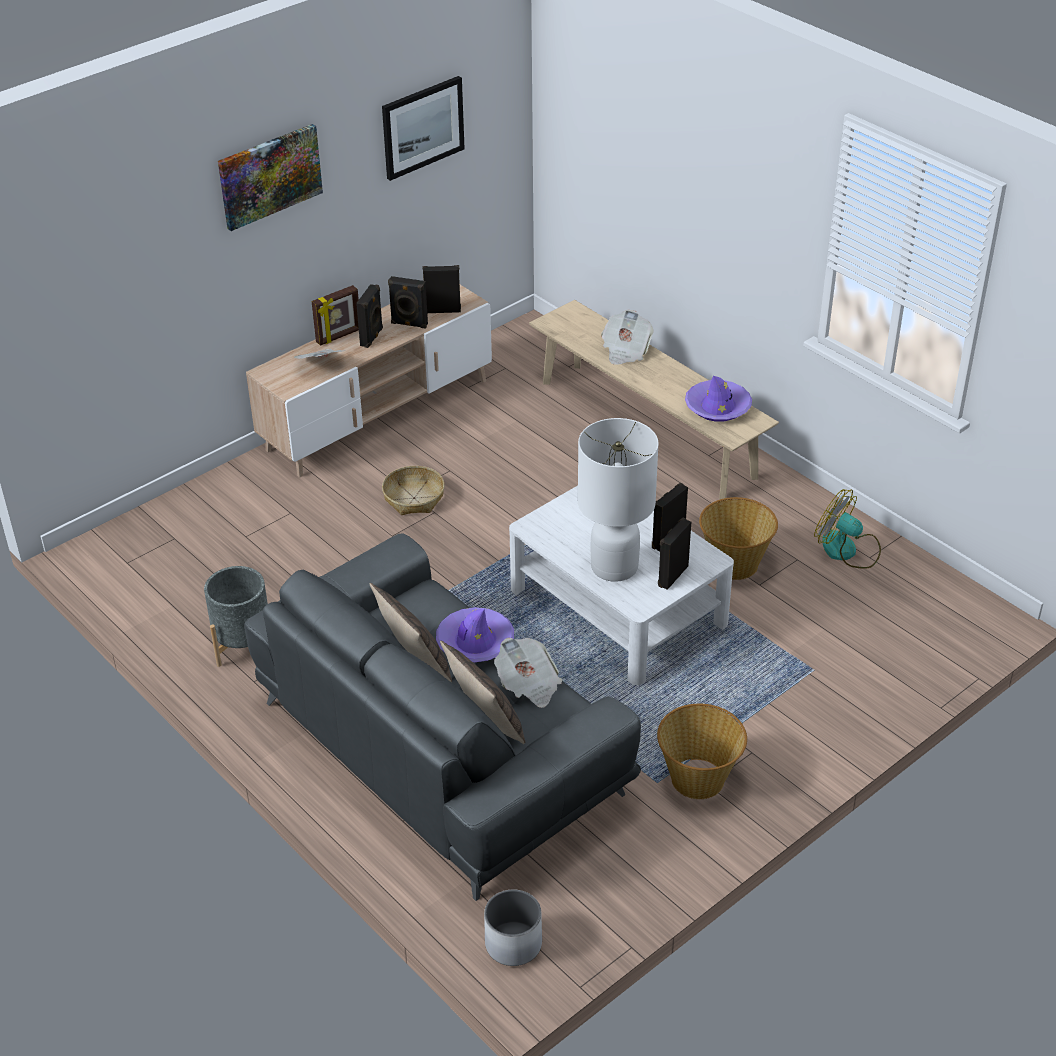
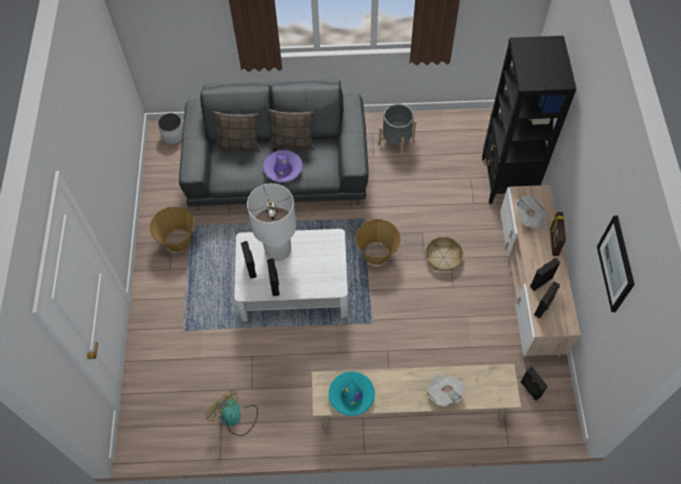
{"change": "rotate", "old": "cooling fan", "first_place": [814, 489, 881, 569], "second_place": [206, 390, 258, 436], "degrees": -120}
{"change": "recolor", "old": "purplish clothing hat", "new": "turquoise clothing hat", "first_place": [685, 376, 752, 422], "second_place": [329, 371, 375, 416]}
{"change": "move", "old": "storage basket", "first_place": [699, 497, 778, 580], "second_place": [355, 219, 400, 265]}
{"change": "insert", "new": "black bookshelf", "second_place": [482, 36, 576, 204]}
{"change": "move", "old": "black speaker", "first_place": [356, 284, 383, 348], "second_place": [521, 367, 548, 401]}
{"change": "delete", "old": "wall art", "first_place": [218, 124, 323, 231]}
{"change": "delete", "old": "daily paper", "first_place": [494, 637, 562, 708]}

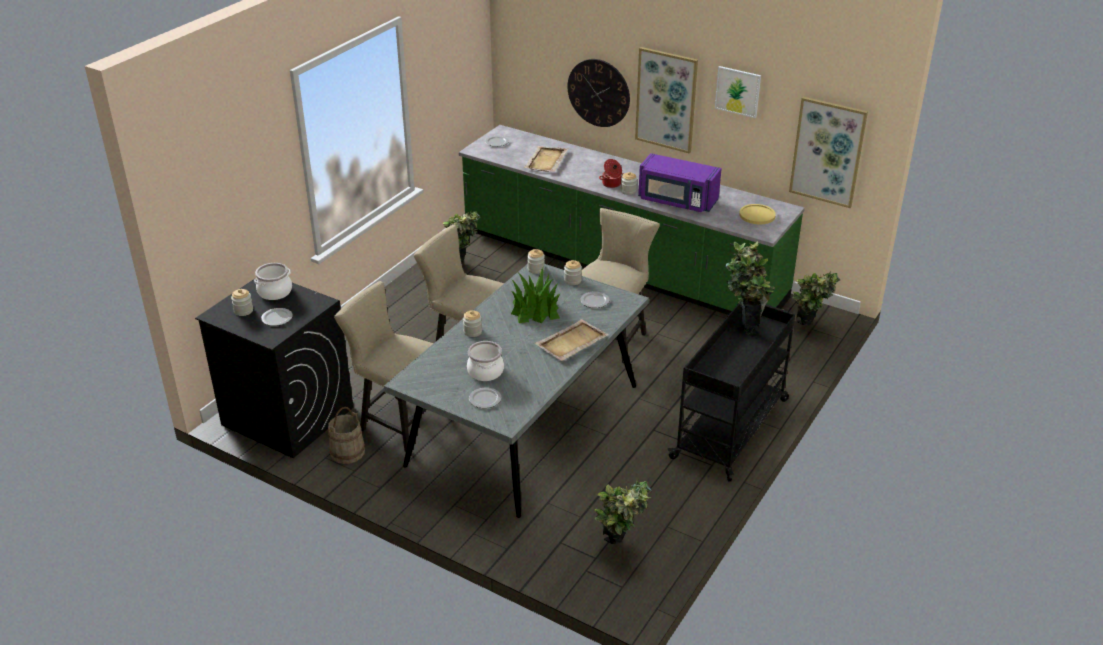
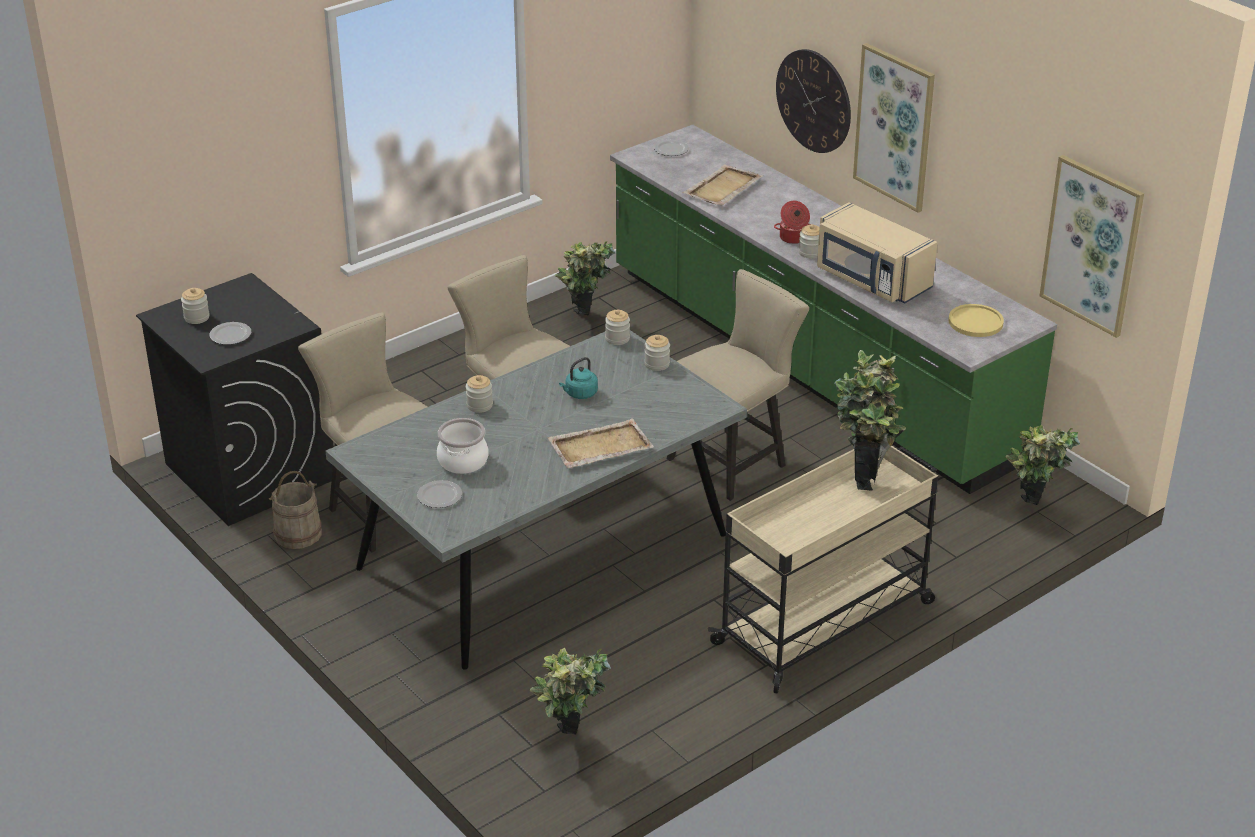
{"change": "replace", "old": "potted plant", "new": "turquoise kettle", "first_place": [511, 268, 561, 323], "second_place": [559, 357, 598, 399]}
{"change": "recolor", "old": "black wheeled cart", "new": "sand-coloured wheeled cart", "first_place": [668, 304, 795, 482], "second_place": [708, 446, 938, 694]}
{"change": "recolor", "old": "purplish microwave", "new": "sand-coloured microwave", "first_place": [638, 153, 722, 212], "second_place": [817, 202, 937, 304]}
{"change": "delete", "old": "stockpot", "first_place": [254, 263, 292, 300]}
{"change": "delete", "old": "dinner plate", "first_place": [580, 291, 609, 308]}
{"change": "delete", "old": "wall art", "first_place": [715, 66, 761, 118]}

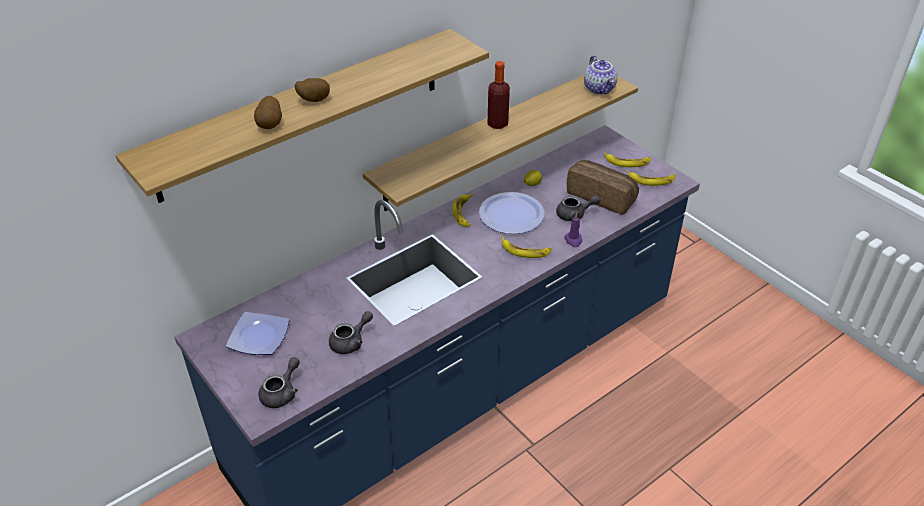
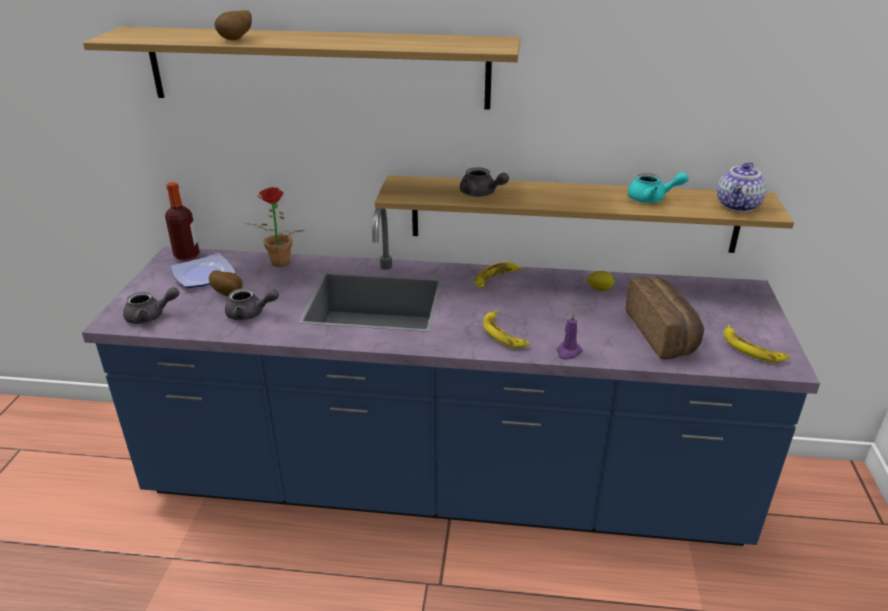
{"change": "move", "old": "bottle", "first_place": [488, 61, 510, 129], "second_place": [165, 182, 199, 261]}
{"change": "move", "old": "potato", "first_place": [294, 78, 330, 102], "second_place": [209, 270, 243, 296]}
{"change": "insert", "new": "potted plant", "second_place": [244, 187, 304, 267]}
{"change": "move", "old": "grey teapot", "first_place": [556, 195, 601, 221], "second_place": [460, 167, 509, 197]}
{"change": "insert", "new": "turquoise teapot", "second_place": [628, 172, 689, 203]}
{"change": "delete", "old": "dinner plate", "first_place": [479, 192, 545, 234]}
{"change": "delete", "old": "whole banana", "first_place": [604, 152, 651, 167]}

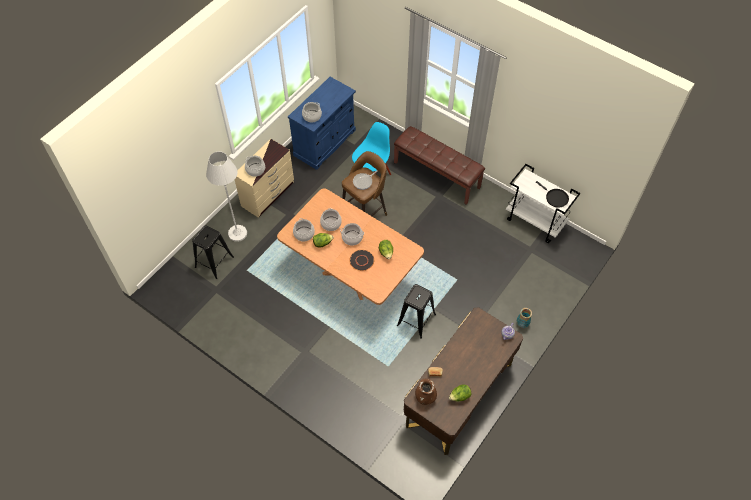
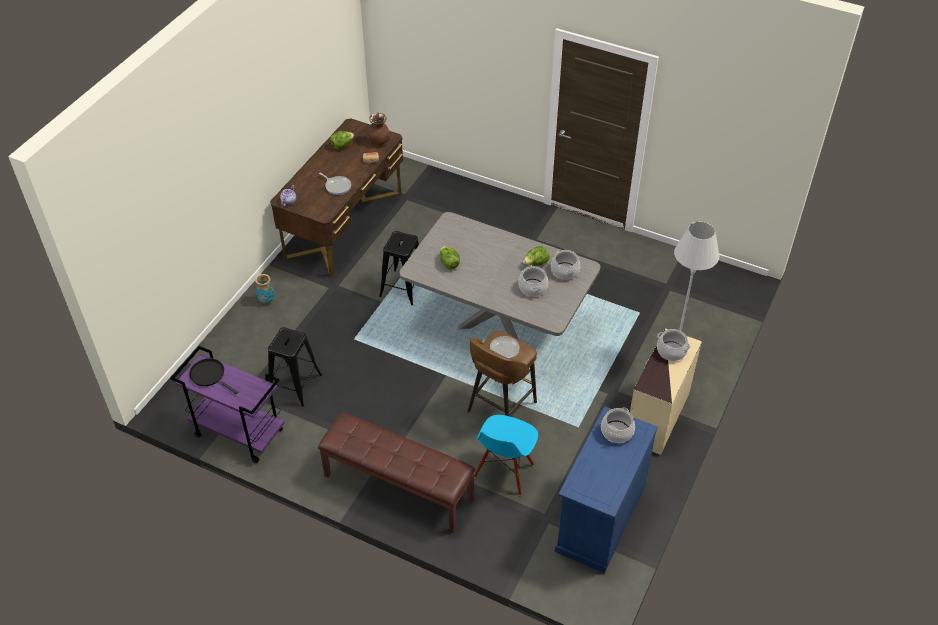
{"change": "recolor", "old": "whitish wheeled cart", "new": "purplish wheeled cart", "first_place": [506, 164, 580, 243], "second_place": [170, 346, 285, 463]}
{"change": "move", "old": "black stool seat", "first_place": [192, 226, 234, 279], "second_place": [268, 327, 322, 407]}
{"change": "insert", "new": "skillet", "second_place": [319, 173, 351, 195]}
{"change": "recolor", "old": "brown-coloured kitchen table", "new": "grey kitchen table", "first_place": [277, 188, 424, 305], "second_place": [399, 212, 600, 339]}
{"change": "delete", "old": "stockpot", "first_place": [340, 223, 364, 246]}
{"change": "delete", "old": "black dinner plate", "first_place": [349, 250, 374, 271]}

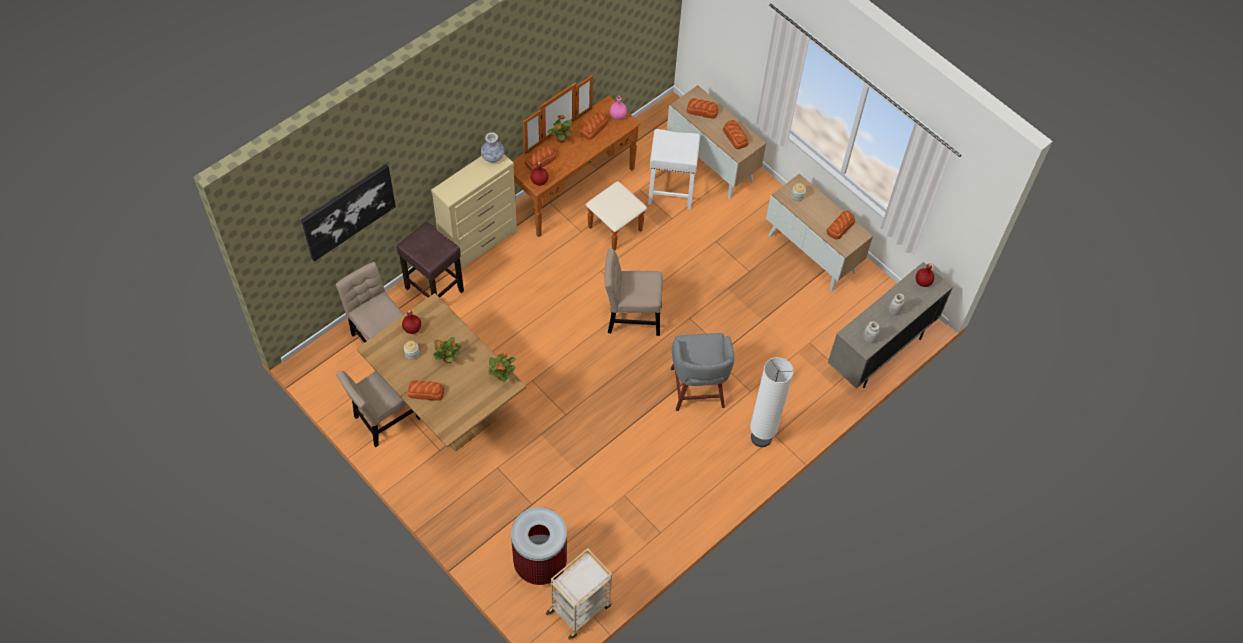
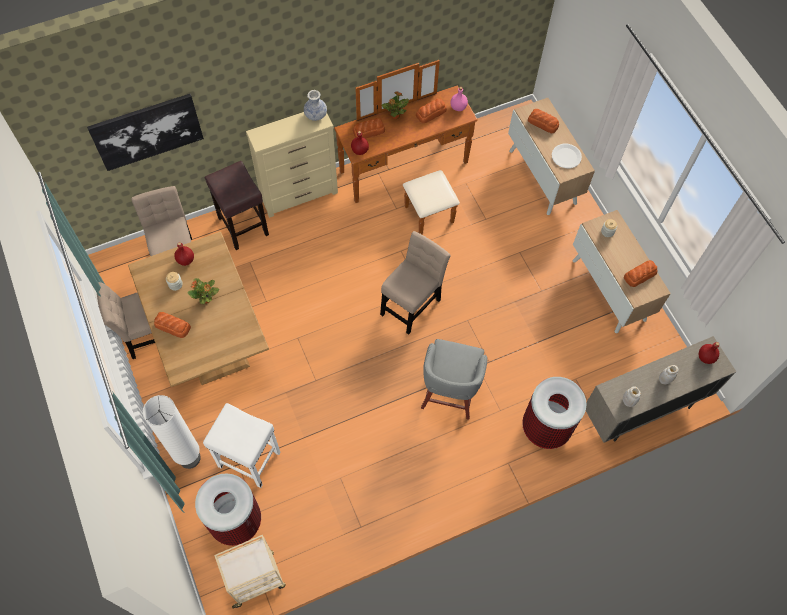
{"change": "move", "old": "whitish floor lamp", "first_place": [750, 357, 794, 447], "second_place": [143, 395, 201, 469]}
{"change": "move", "old": "whitish stool seat", "first_place": [648, 129, 700, 209], "second_place": [203, 403, 280, 488]}
{"change": "rotate", "old": "sand-coloured upright chair", "first_place": [604, 248, 663, 336], "second_place": [380, 231, 451, 335], "degrees": 105}
{"change": "insert", "new": "rubbish bin", "second_place": [522, 377, 587, 449]}
{"change": "replace", "old": "bakery bread", "new": "whitish dinner plate", "first_place": [723, 120, 748, 149], "second_place": [552, 144, 582, 168]}
{"change": "delete", "old": "potted plant", "first_place": [488, 353, 516, 382]}

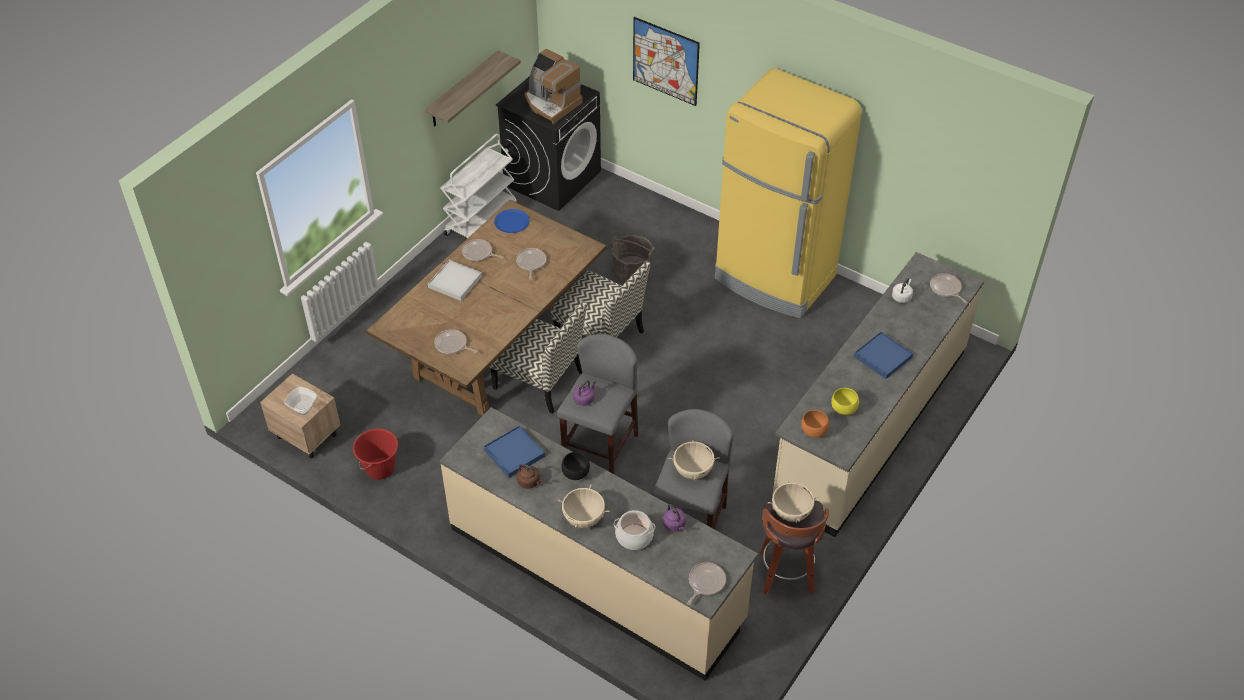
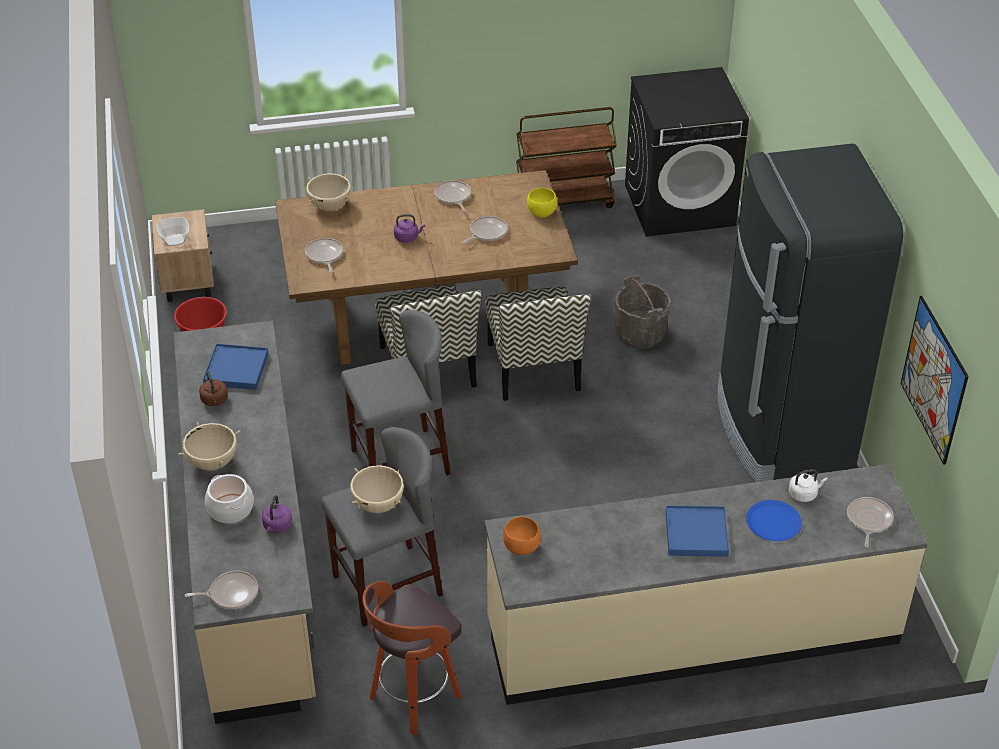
{"change": "move", "old": "sand-coloured stockpot", "first_place": [768, 479, 819, 523], "second_place": [306, 174, 351, 211]}
{"change": "move", "old": "purplish kettle", "first_place": [573, 381, 596, 406], "second_place": [394, 214, 425, 243]}
{"change": "recolor", "old": "whitish wheeled cart", "new": "brown-coloured wheeled cart", "first_place": [441, 134, 516, 238], "second_place": [516, 107, 617, 208]}
{"change": "move", "old": "yellow deep dish", "first_place": [831, 388, 859, 415], "second_place": [527, 188, 557, 218]}
{"change": "recolor", "old": "yellow fridge", "new": "black fridge", "first_place": [715, 68, 862, 318], "second_place": [718, 143, 903, 482]}
{"change": "move", "old": "blue dinner plate", "first_place": [494, 209, 530, 233], "second_place": [746, 500, 802, 541]}
{"change": "move", "old": "wall art", "first_place": [633, 17, 700, 106], "second_place": [900, 296, 969, 465]}
{"change": "delete", "old": "bracket shelf", "first_place": [425, 51, 521, 127]}
{"change": "delete", "old": "whitish serving tray", "first_place": [428, 260, 482, 301]}
{"change": "delete", "old": "coffee brewer", "first_place": [525, 49, 583, 124]}
{"change": "delete", "old": "black deep dish", "first_place": [561, 452, 590, 480]}

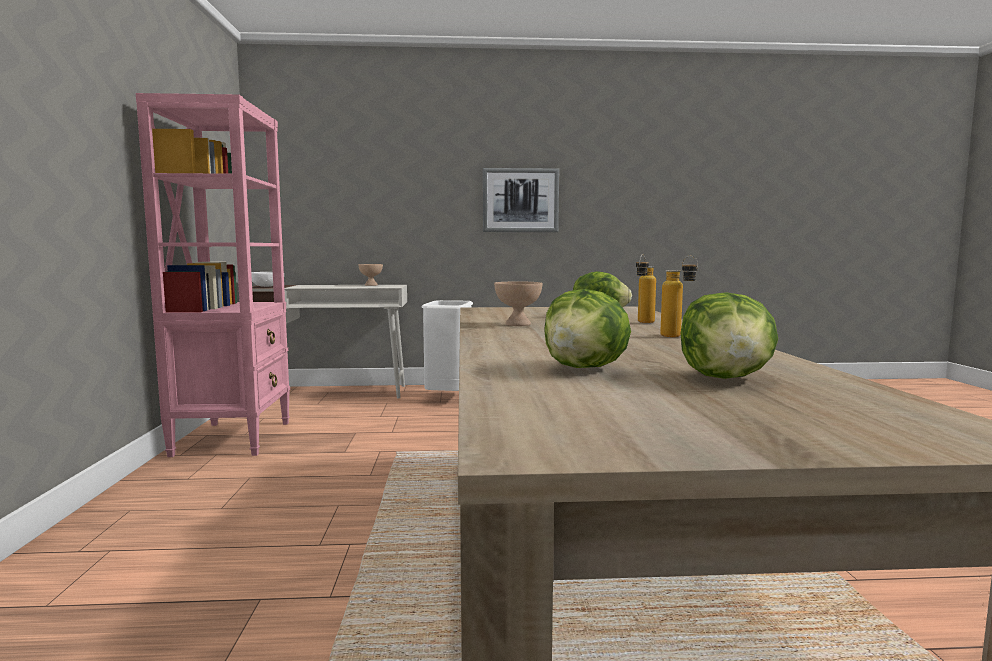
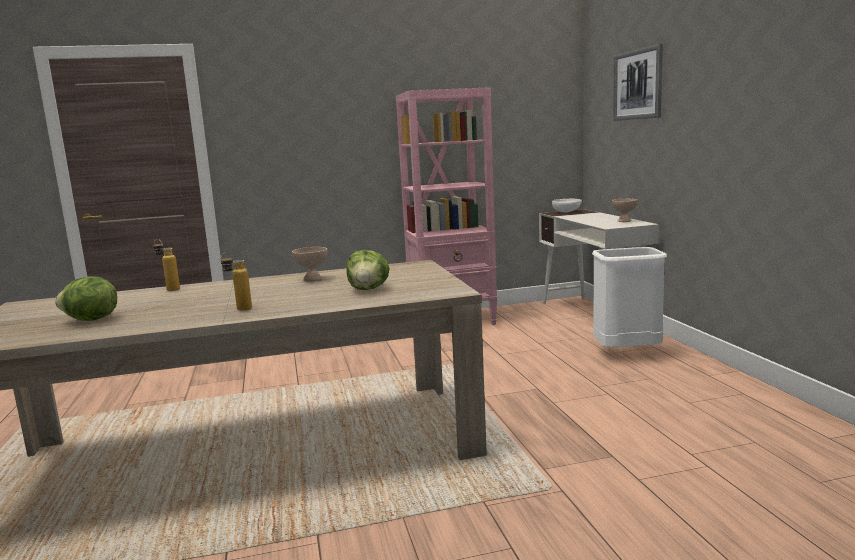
{"change": "move", "old": "bottle", "first_place": [636, 254, 656, 323], "second_place": [153, 239, 180, 291]}
{"change": "move", "old": "wall art", "first_place": [483, 168, 559, 232], "second_place": [613, 44, 663, 121]}
{"change": "delete", "old": "lettuce head", "first_place": [544, 289, 631, 368]}

